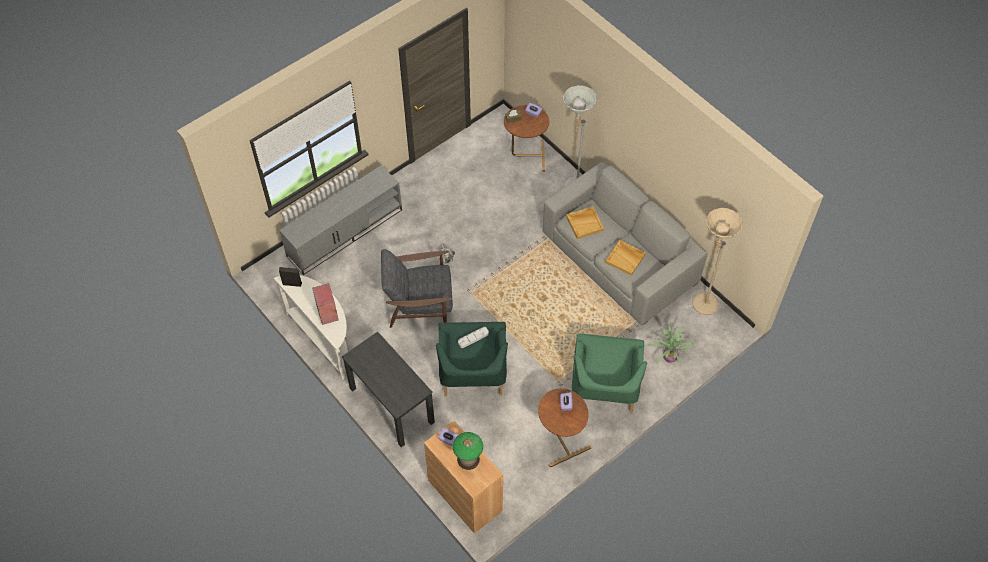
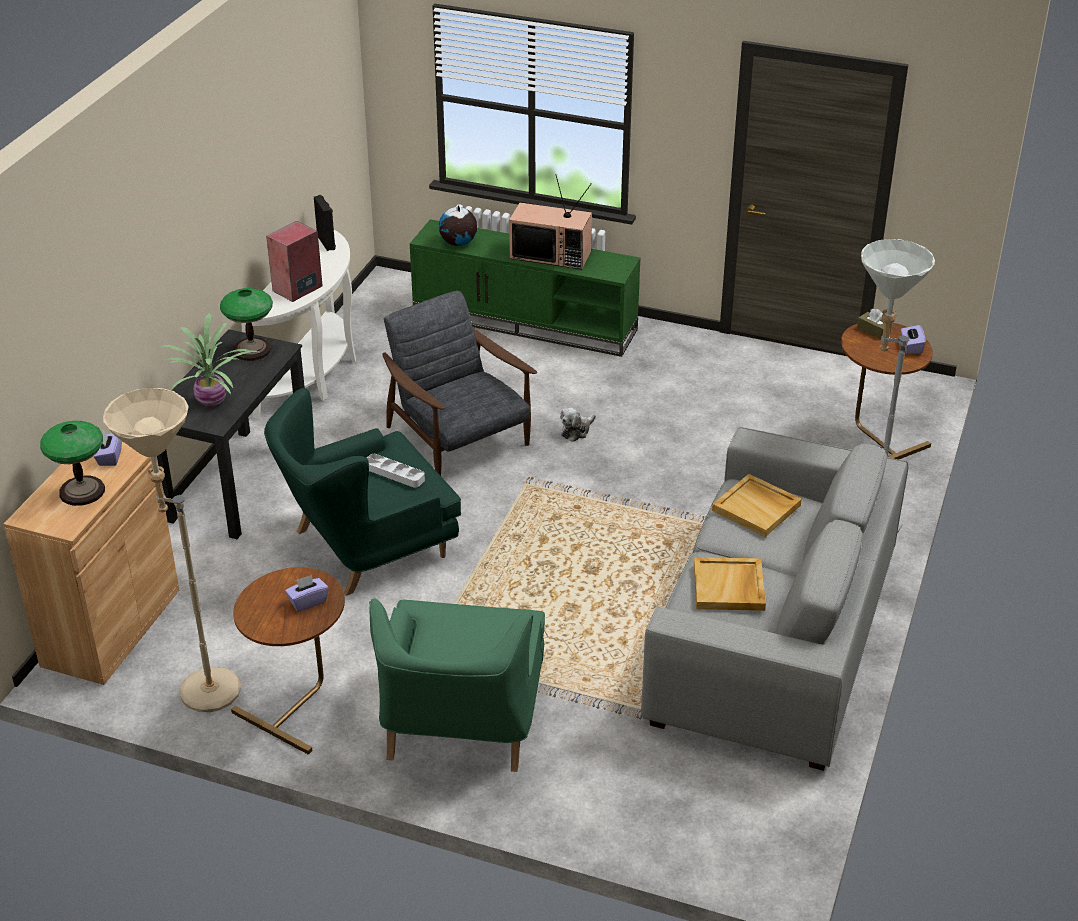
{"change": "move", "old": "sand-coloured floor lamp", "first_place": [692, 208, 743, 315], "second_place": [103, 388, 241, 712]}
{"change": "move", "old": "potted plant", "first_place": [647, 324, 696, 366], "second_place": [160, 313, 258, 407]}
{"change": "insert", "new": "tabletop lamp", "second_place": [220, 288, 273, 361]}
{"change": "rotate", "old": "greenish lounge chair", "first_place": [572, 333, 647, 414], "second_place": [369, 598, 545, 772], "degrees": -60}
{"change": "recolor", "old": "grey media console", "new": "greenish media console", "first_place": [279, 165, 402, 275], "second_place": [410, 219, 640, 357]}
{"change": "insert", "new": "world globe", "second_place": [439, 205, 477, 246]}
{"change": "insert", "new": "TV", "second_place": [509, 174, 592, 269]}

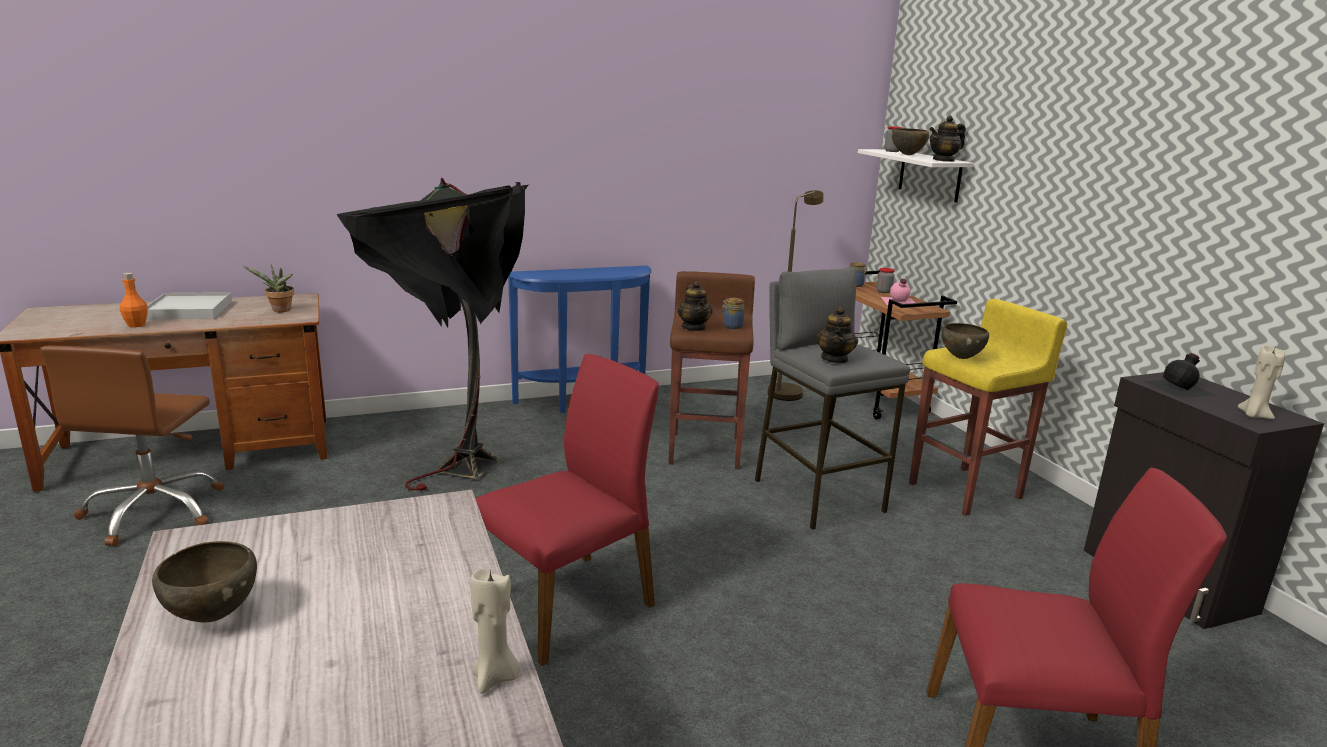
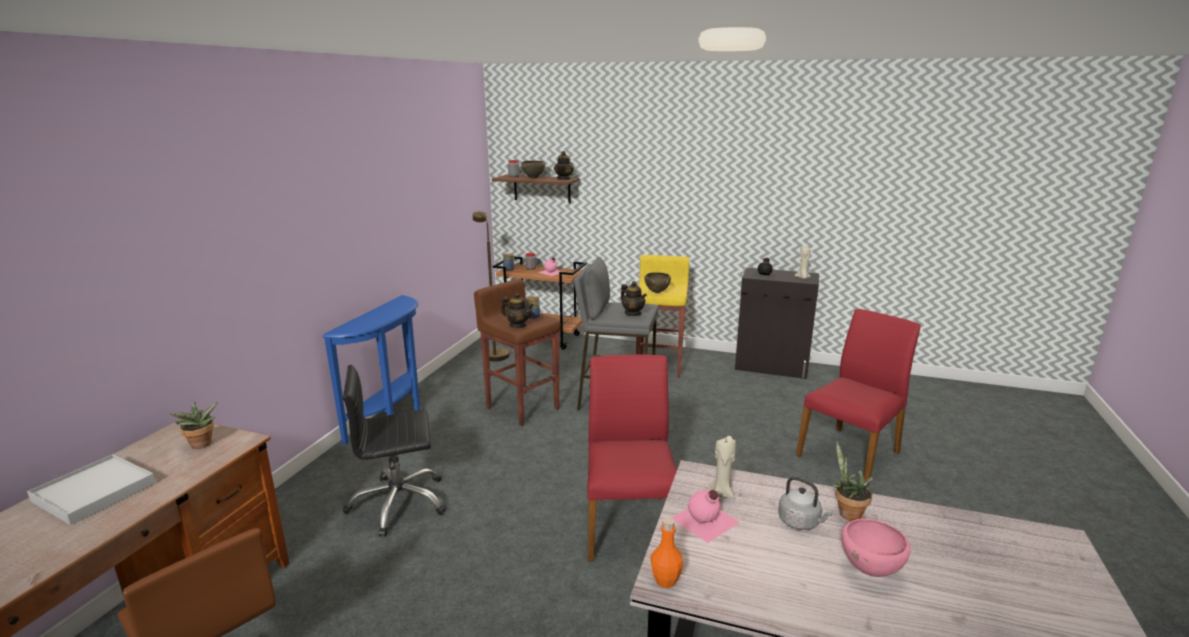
{"change": "replace", "old": "black floor lamp", "new": "black computer chair", "first_place": [336, 178, 528, 491], "second_place": [343, 365, 446, 536]}
{"change": "recolor", "old": "whitish bracket shelf", "new": "brown-coloured bracket shelf", "first_place": [858, 149, 974, 203], "second_place": [492, 175, 579, 203]}
{"change": "move", "old": "orangey bottle", "first_place": [120, 273, 148, 327], "second_place": [651, 517, 683, 588]}
{"change": "insert", "new": "pink bottle", "second_place": [672, 490, 740, 543]}
{"change": "move", "old": "sand-coloured candle", "first_place": [471, 569, 521, 694], "second_place": [709, 436, 736, 499]}
{"change": "insert", "new": "grey kettle", "second_place": [778, 477, 833, 530]}
{"change": "insert", "new": "potted plant", "second_place": [832, 441, 873, 521]}
{"change": "insert", "new": "pink deep dish", "second_place": [842, 519, 911, 577]}
{"change": "delete", "old": "brown-coloured deep dish", "first_place": [152, 541, 257, 622]}

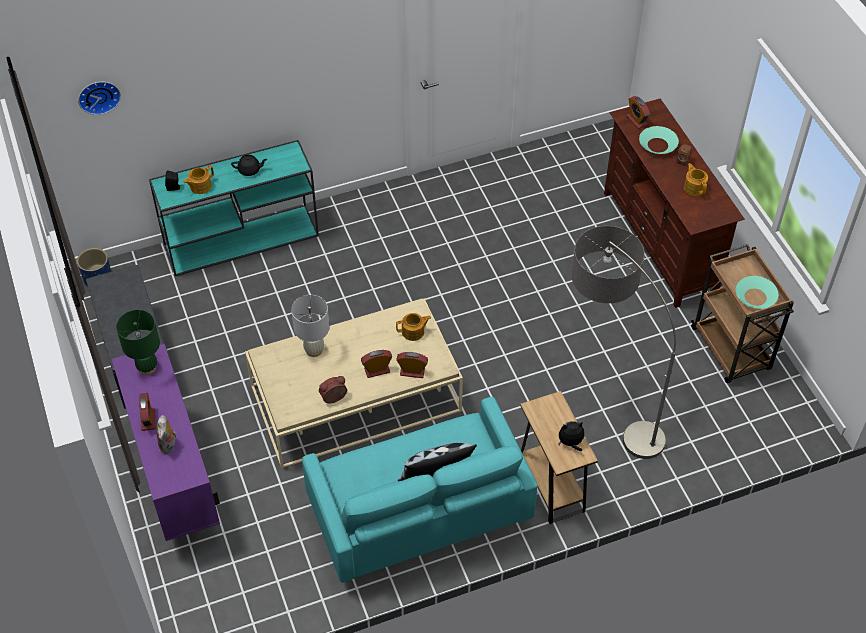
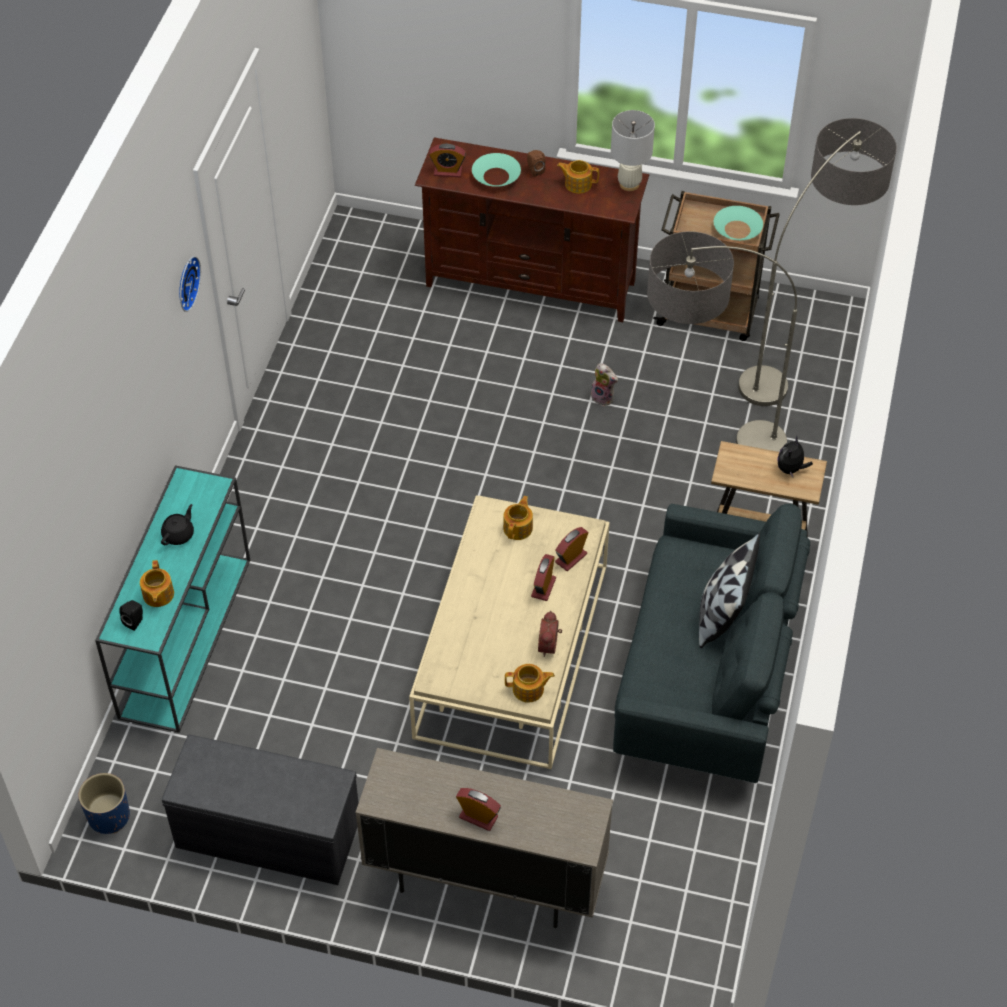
{"change": "move", "old": "clock on the wall", "first_place": [78, 82, 121, 115], "second_place": [179, 256, 201, 312]}
{"change": "recolor", "old": "purplish storage cabinet", "new": "sand-coloured storage cabinet", "first_place": [112, 344, 220, 541], "second_place": [356, 748, 613, 928]}
{"change": "insert", "new": "teapot", "second_place": [505, 664, 555, 703]}
{"change": "move", "old": "plush toy", "first_place": [156, 415, 177, 454], "second_place": [591, 363, 618, 406]}
{"change": "move", "old": "whitish tabletop lamp", "first_place": [291, 295, 330, 357], "second_place": [611, 110, 655, 191]}
{"change": "recolor", "old": "turquoise couch", "new": "grey couch", "first_place": [302, 397, 538, 583], "second_place": [613, 504, 810, 783]}
{"change": "insert", "new": "floor lamp", "second_place": [738, 118, 897, 406]}
{"change": "delete", "old": "greenish tabletop lamp", "first_place": [116, 310, 160, 375]}

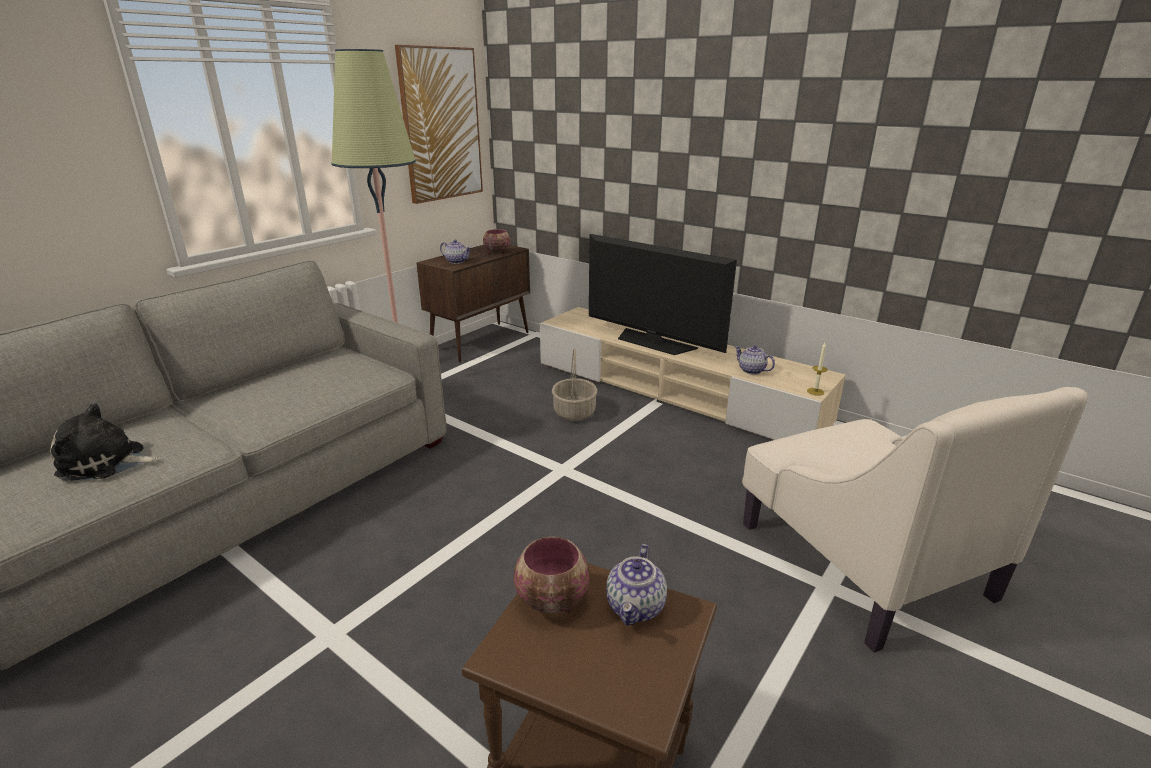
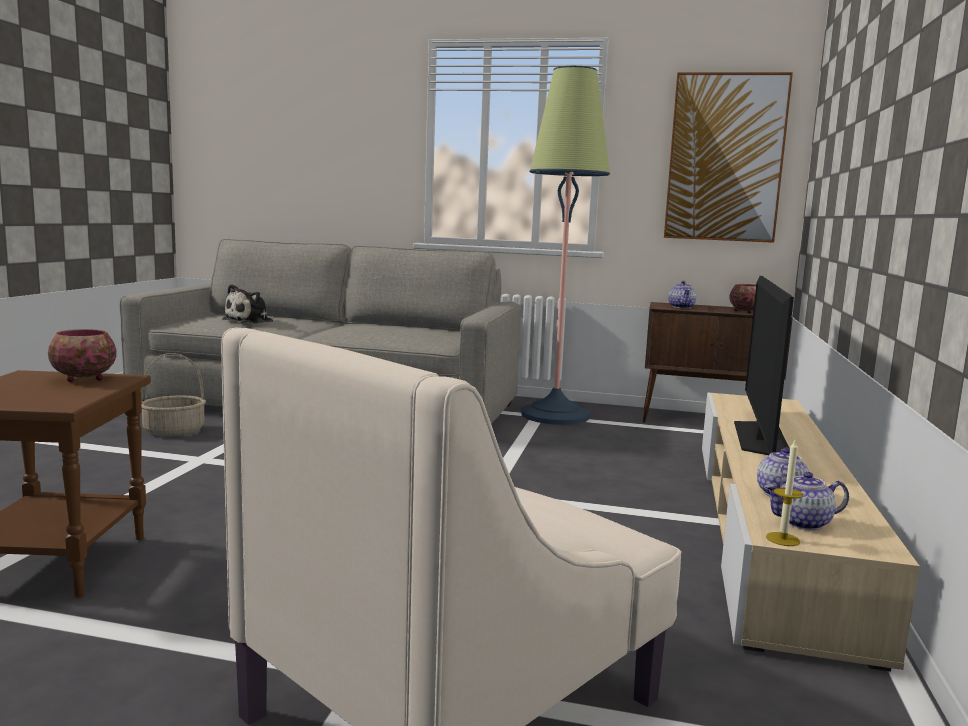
{"change": "move", "old": "storage basket", "first_place": [552, 348, 598, 421], "second_place": [141, 353, 206, 437]}
{"change": "rotate", "old": "plush toy", "first_place": [50, 403, 160, 481], "second_place": [222, 284, 274, 324], "degrees": -120}
{"change": "move", "old": "teapot", "first_place": [606, 544, 667, 625], "second_place": [765, 472, 849, 530]}

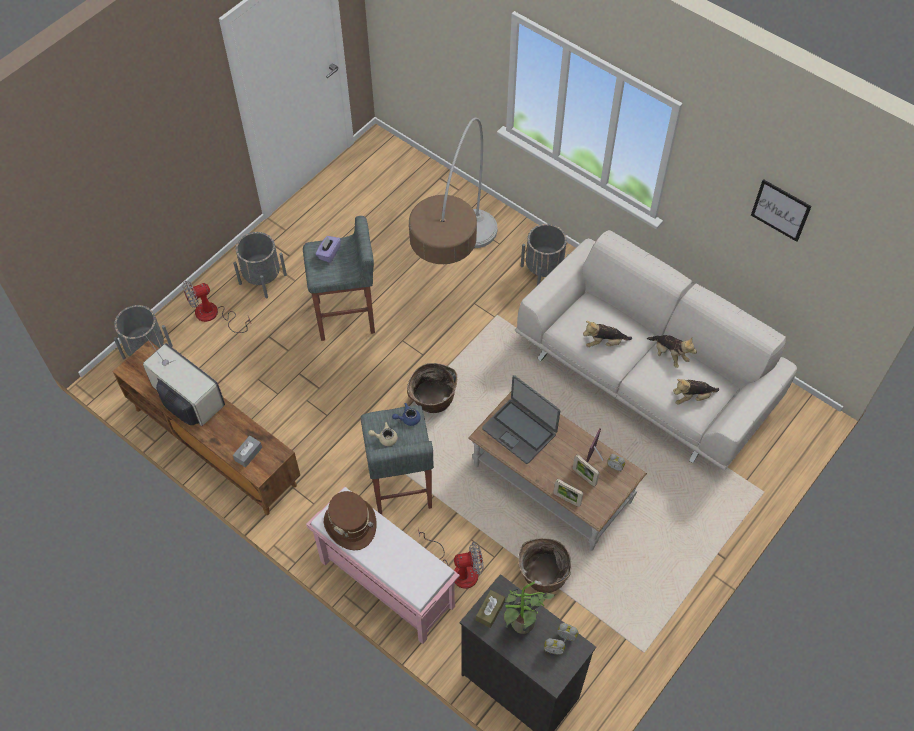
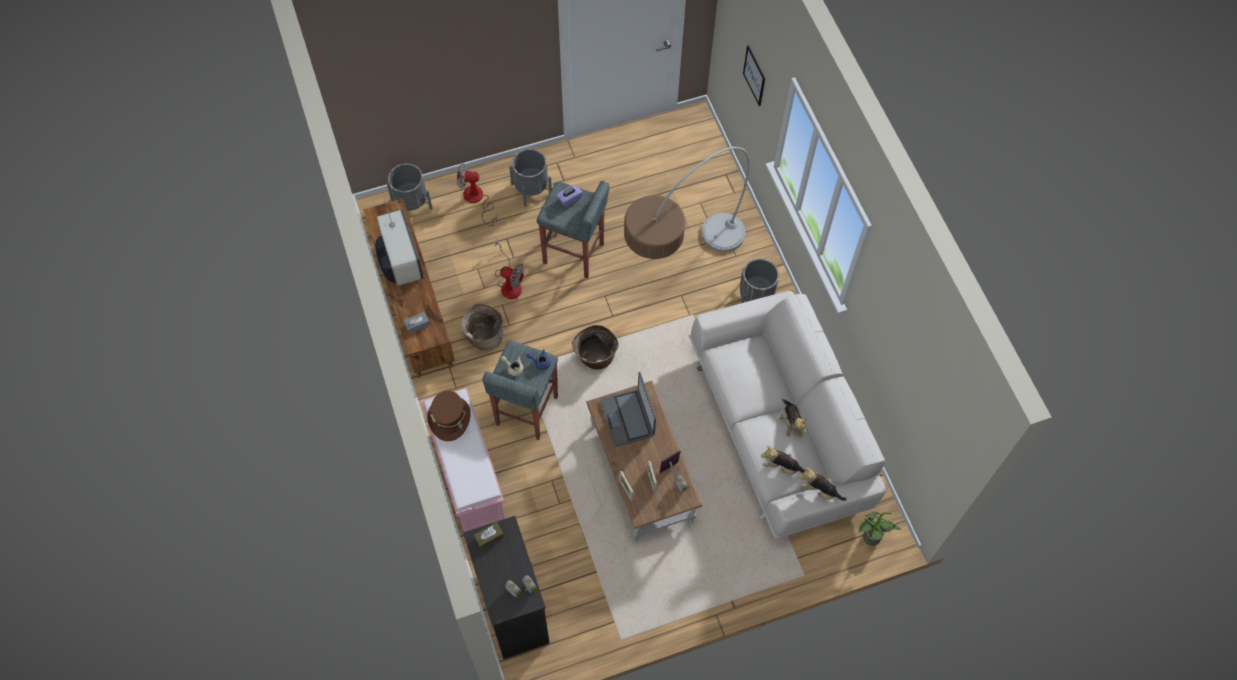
{"change": "move", "old": "storage basket", "first_place": [519, 538, 571, 593], "second_place": [461, 303, 503, 351]}
{"change": "move", "old": "cooling fan", "first_place": [418, 528, 484, 589], "second_place": [495, 239, 525, 299]}
{"change": "move", "old": "wall art", "first_place": [751, 179, 812, 242], "second_place": [743, 45, 765, 106]}
{"change": "move", "old": "plush toy", "first_place": [583, 321, 632, 347], "second_place": [799, 467, 846, 501]}
{"change": "move", "old": "potted plant", "first_place": [504, 582, 556, 634], "second_place": [858, 510, 902, 546]}

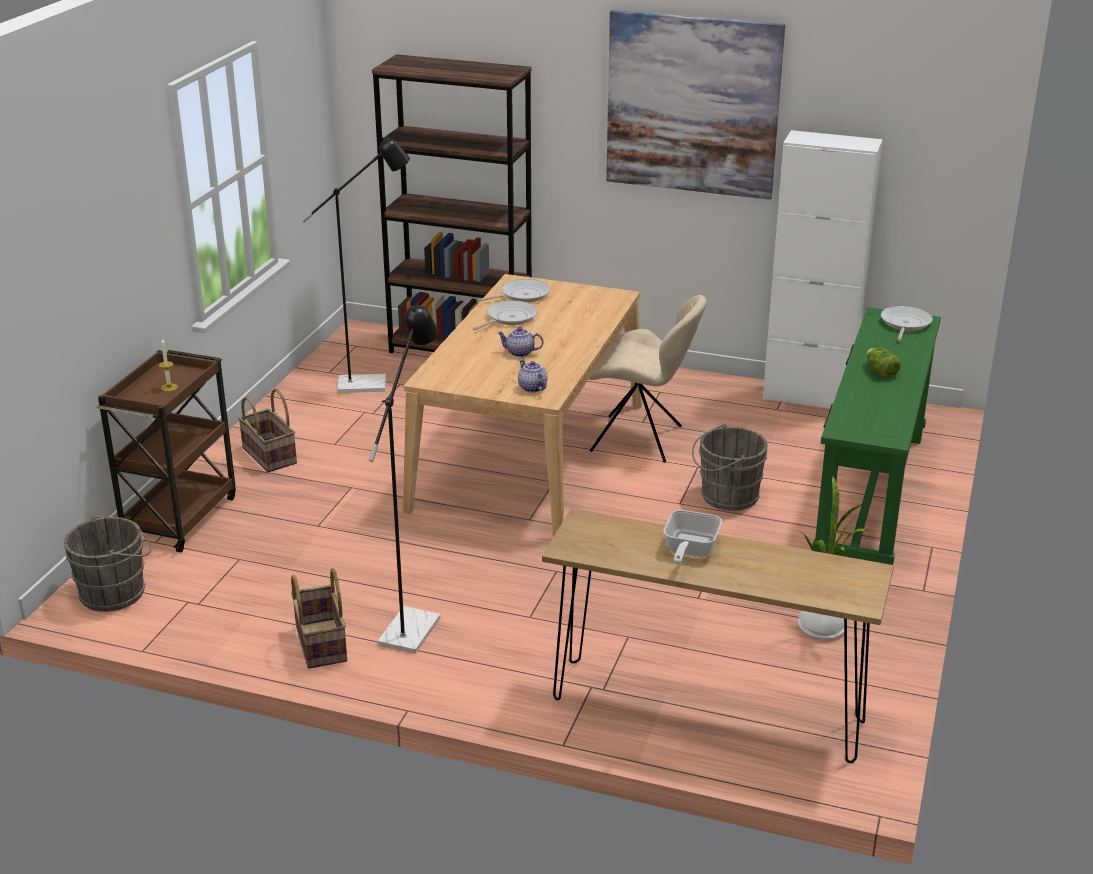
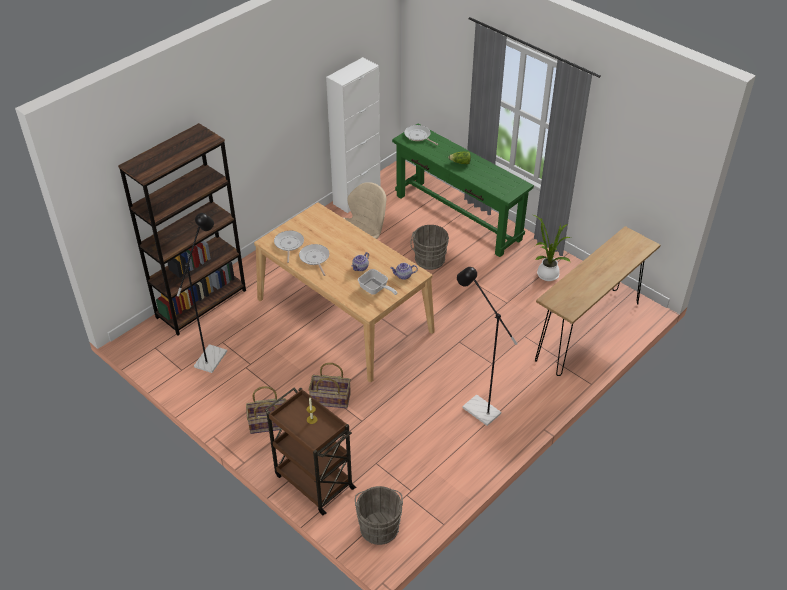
{"change": "move", "old": "storage basket", "first_place": [291, 568, 347, 669], "second_place": [308, 363, 351, 409]}
{"change": "move", "old": "skillet", "first_place": [663, 510, 722, 564], "second_place": [358, 269, 397, 295]}
{"change": "delete", "old": "wall art", "first_place": [606, 10, 785, 200]}

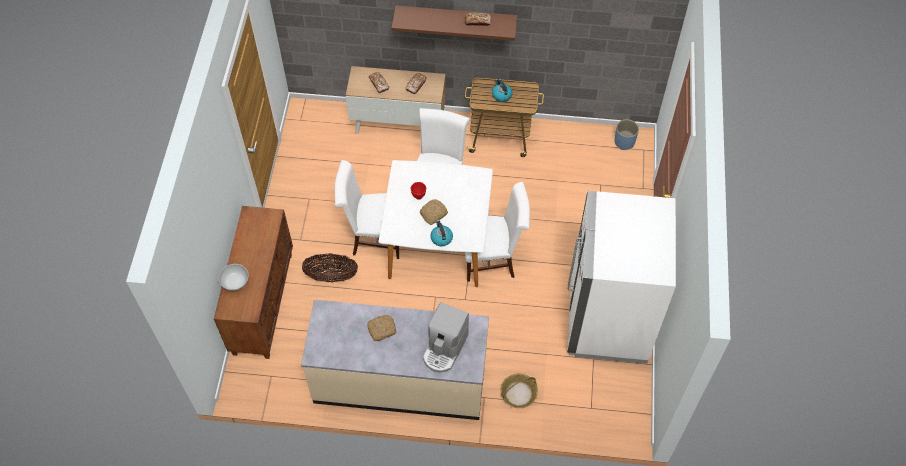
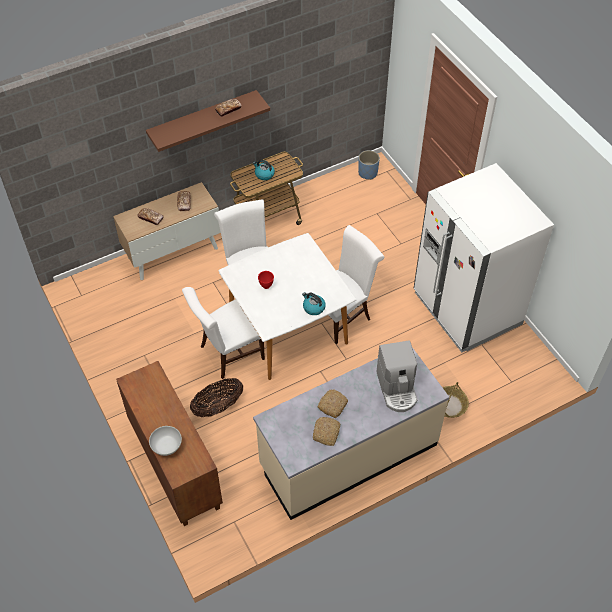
{"change": "move", "old": "bakery bread", "first_place": [420, 199, 448, 225], "second_place": [313, 417, 340, 446]}

